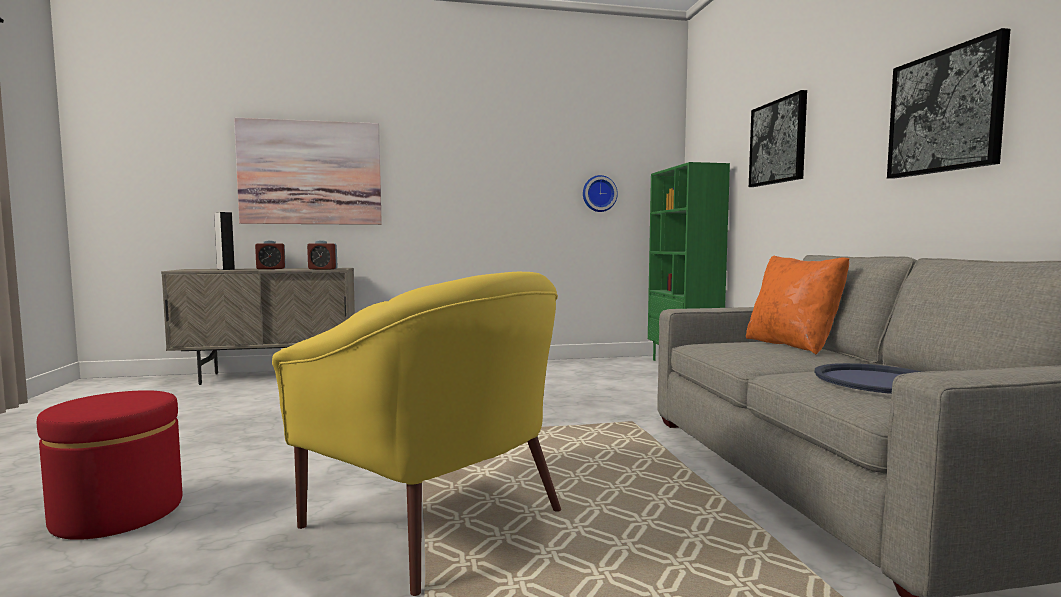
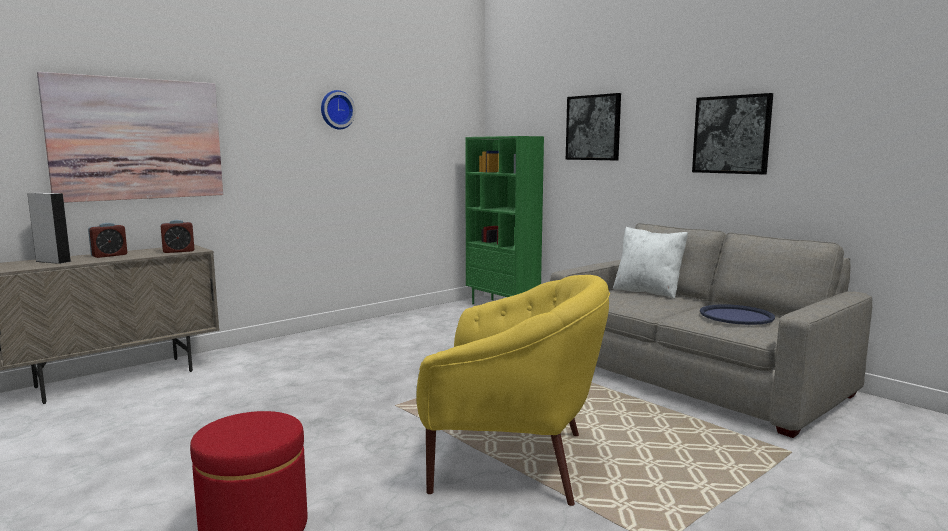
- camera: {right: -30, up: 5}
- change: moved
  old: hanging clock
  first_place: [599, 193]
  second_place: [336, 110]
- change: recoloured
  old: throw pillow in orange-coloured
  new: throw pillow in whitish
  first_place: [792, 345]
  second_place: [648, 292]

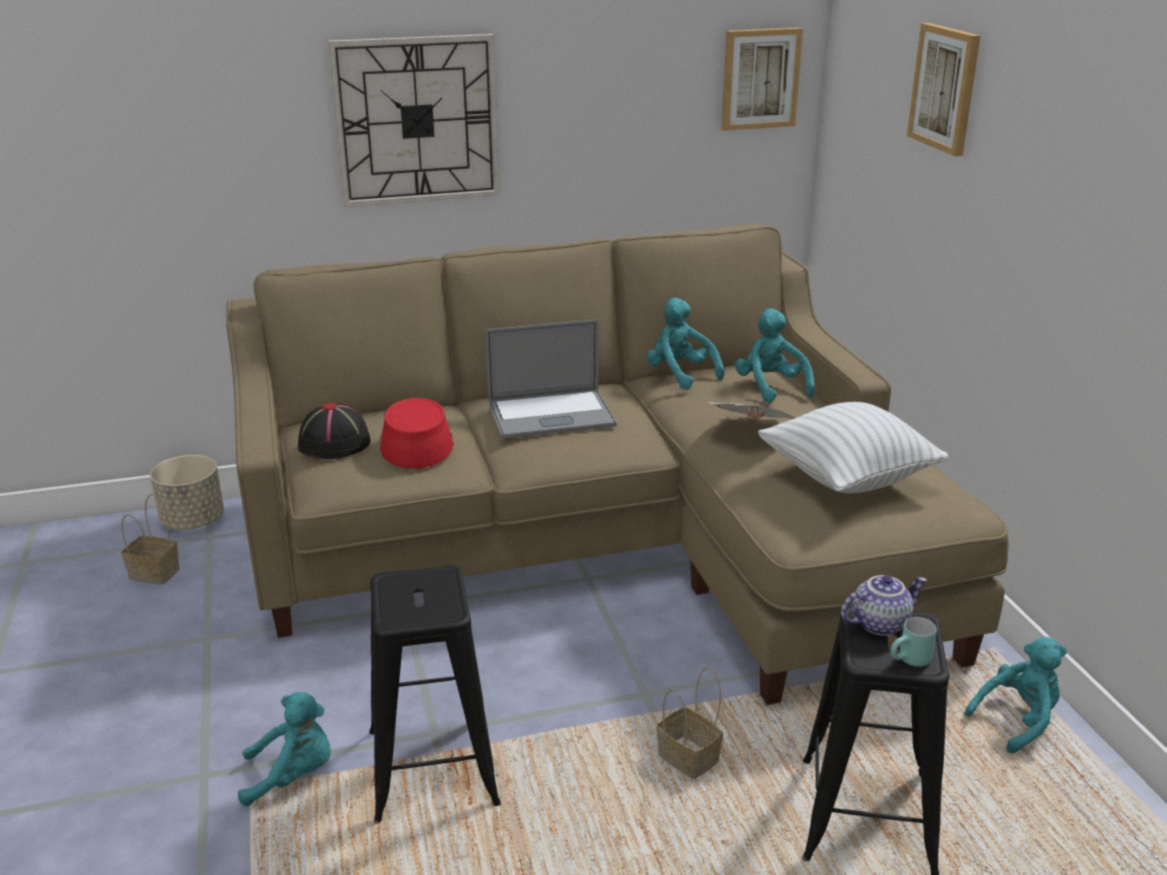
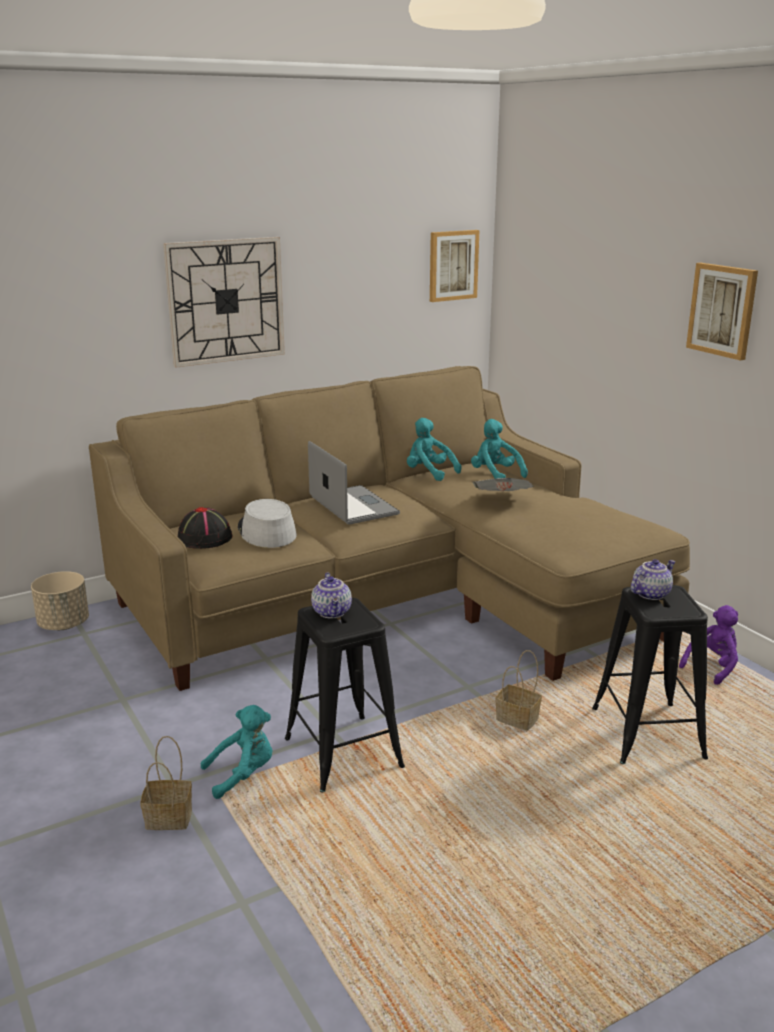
- camera: {right: -15, up: -5}
- change: moved
  old: wall art
  first_place: [945, 88]
  second_place: [722, 310]
- change: turned
  old: notebook computer
  first_place: [551, 415]
  second_place: [353, 505]
  degrees: -90
- change: recoloured
  old: wearable hat in red
  new: wearable hat in greyish
  first_place: [416, 442]
  second_place: [266, 532]
- change: removed
  old: throw pillow in whitish
  first_place: [847, 478]
- change: moved
  old: household basket
  first_place: [156, 573]
  second_place: [170, 817]
- change: removed
  old: mug in turquoise
  first_place: [910, 662]
- change: recoloured
  old: soft toy in turquoise
  new: soft toy in purple
  first_place: [1017, 721]
  second_place: [712, 666]
- change: added
  new: teapot
  second_place: [333, 612]

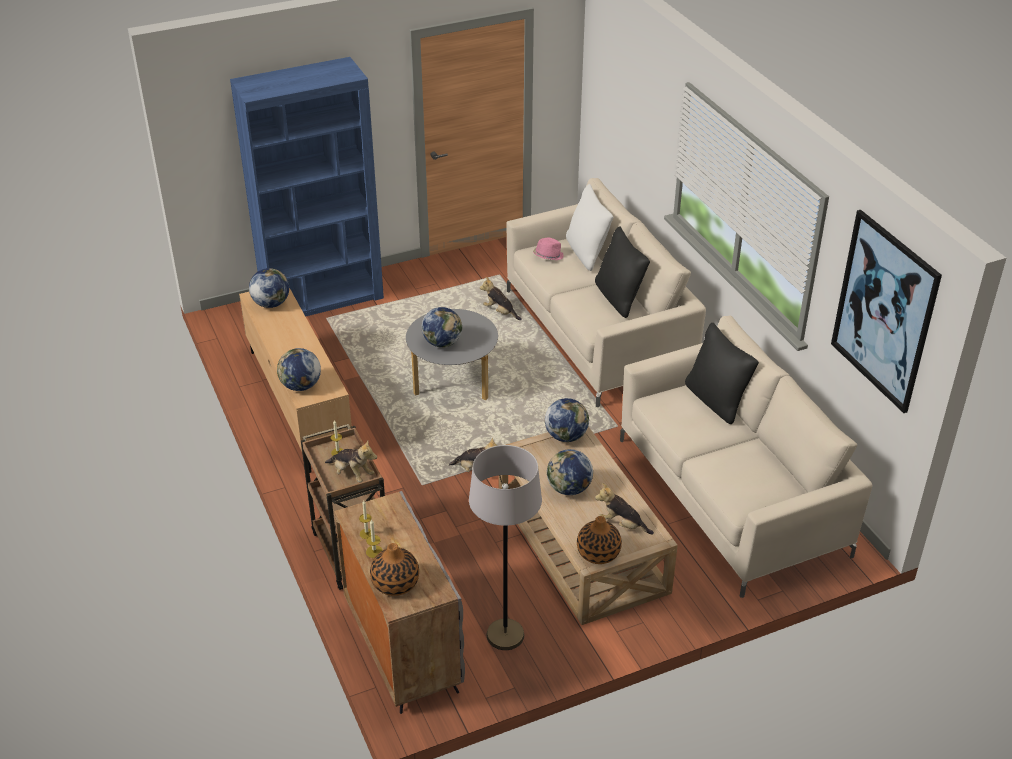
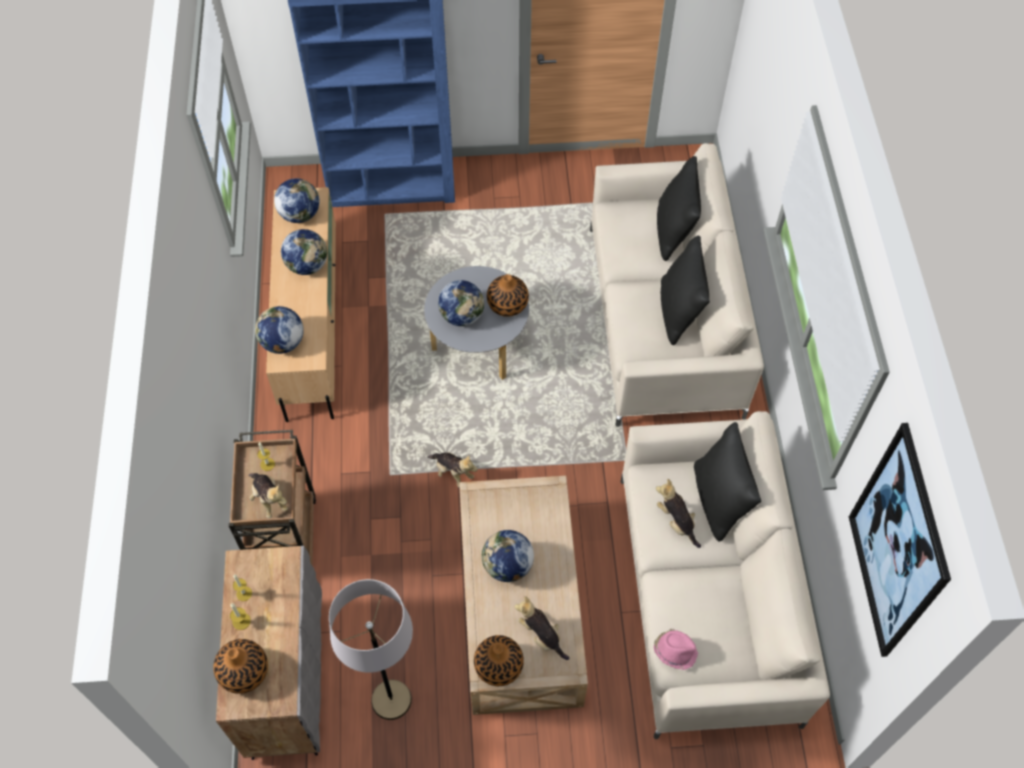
- camera: {right: 20, up: 20}
- change: recoloured
  old: throw pillow in whitish
  new: throw pillow in black-coloured
  first_place: [587, 253]
  second_place: [674, 232]
- change: moved
  old: wearable hat in pinkish
  first_place: [548, 256]
  second_place: [675, 650]
- change: moved
  old: soft toy
  first_place: [500, 312]
  second_place: [676, 521]
- change: moved
  old: globe
  first_place: [566, 436]
  second_place: [307, 265]
- change: added
  new: flower vase
  second_place: [507, 304]

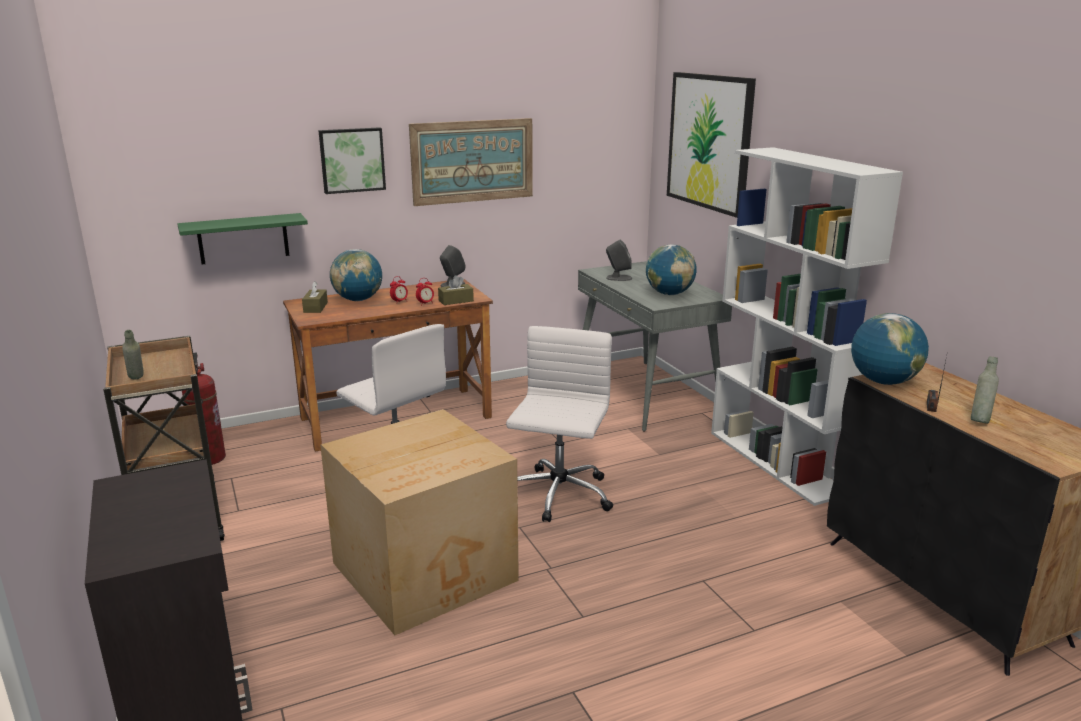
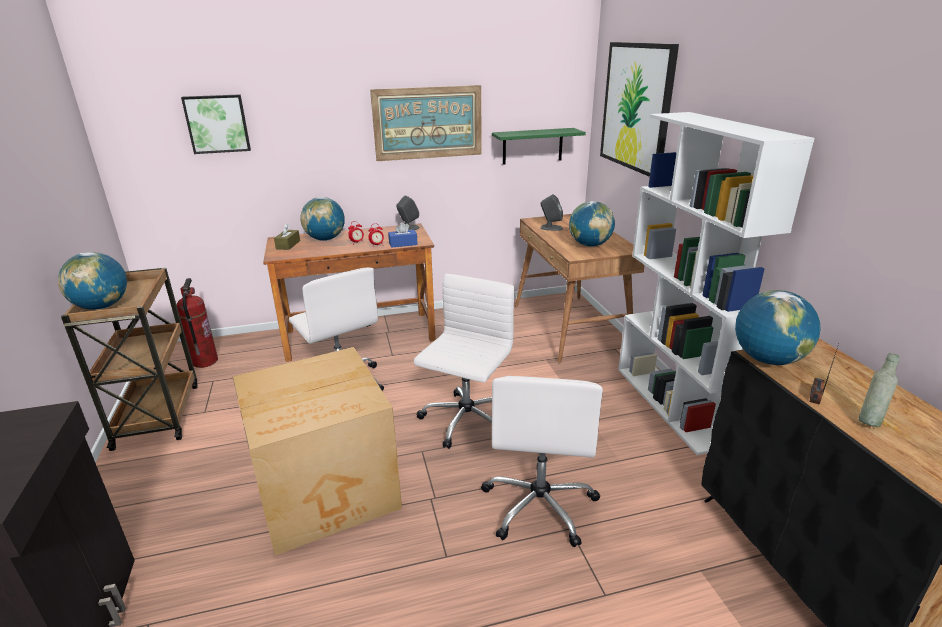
- camera: {right: 10, up: 5}
- change: moved
  old: wall art
  first_place: [352, 160]
  second_place: [217, 124]
- change: moved
  old: wall shelf in greenish
  first_place: [243, 238]
  second_place: [532, 146]
- change: recoloured
  old: desk table in greyish
  new: desk table in brownish
  first_place: [645, 394]
  second_place: [570, 328]
- change: recoloured
  old: tissue box in brownish
  new: tissue box in bluish
  first_place: [456, 301]
  second_place: [403, 244]
- change: replaced
  old: drink bottle in greyish
  new: globe
  first_place: [137, 380]
  second_place: [102, 307]
- change: added
  new: computer chair in whitish
  second_place: [539, 505]

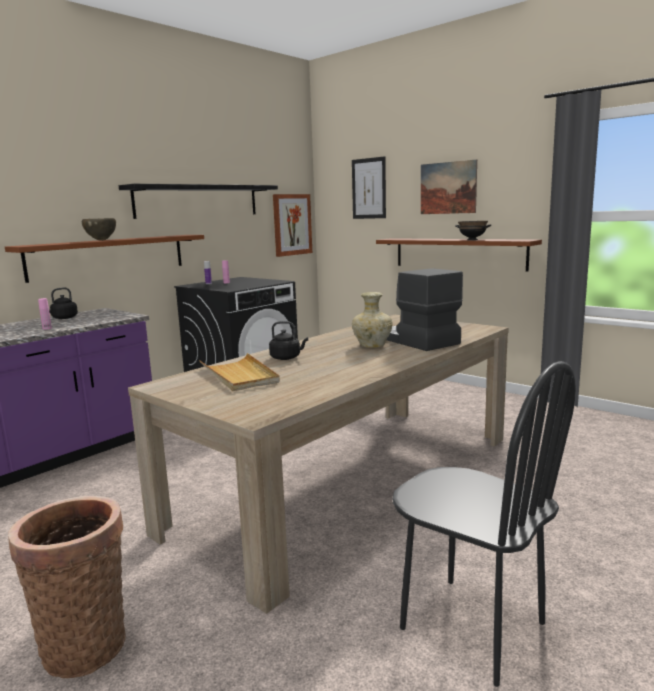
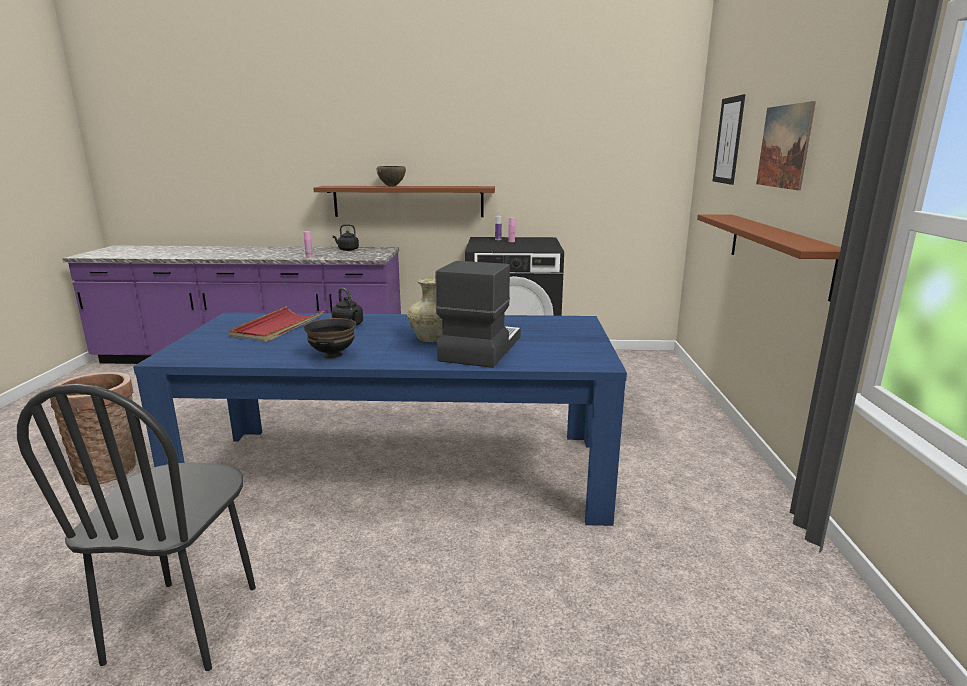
- camera: {right: 50, up: 5}
- change: removed
  old: wall shelf in black-coloured
  first_place: [198, 201]
- change: removed
  old: wall art
  first_place: [292, 224]
- change: moved
  old: bowl in black-coloured
  first_place: [472, 239]
  second_place: [333, 355]
- change: recoloured
  old: kitchen table in beige-coloured
  new: kitchen table in bluish
  first_place: [351, 481]
  second_place: [401, 472]
- change: recoloured
  old: serving tray in beige-coloured
  new: serving tray in red
  first_place: [239, 375]
  second_place: [278, 327]

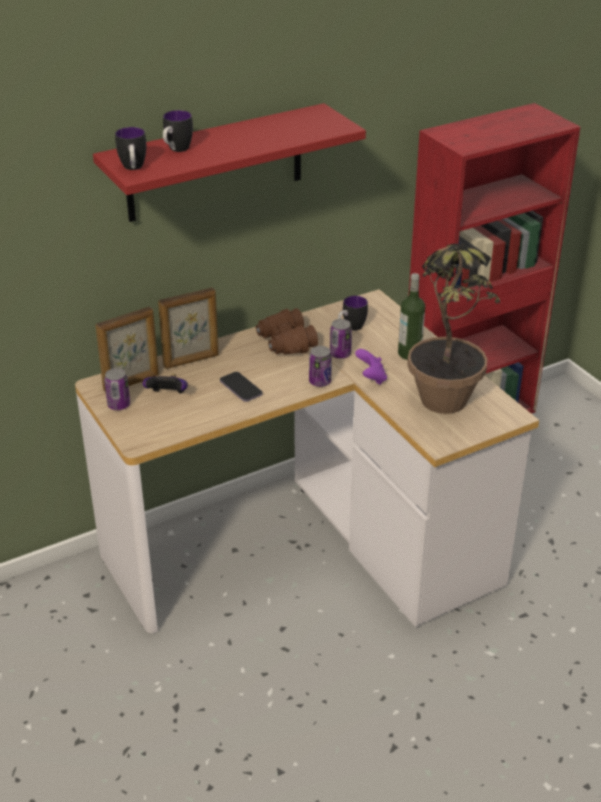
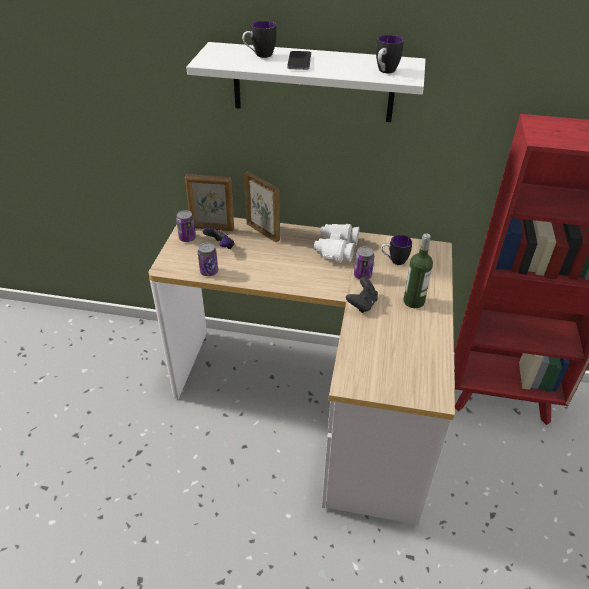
- camera: {right: 40, up: 5}
- change: recoloured
  old: wall shelf in red
  new: wall shelf in whitish
  first_place: [215, 163]
  second_place: [313, 83]
- change: moved
  old: mug
  first_place: [133, 168]
  second_place: [384, 72]
- change: removed
  old: houseplant
  first_place: [442, 411]
- change: turned
  old: standing frame
  first_place: [191, 361]
  second_place: [263, 232]
  degrees: -150
- change: recoloured
  old: binoculars in brownish
  new: binoculars in whitish
  first_place: [285, 343]
  second_place: [335, 249]
- change: moved
  old: can
  first_place: [320, 382]
  second_place: [209, 272]
- change: recoloured
  old: gamepad in purple
  new: gamepad in black-coloured
  first_place: [371, 378]
  second_place: [362, 304]
- change: moved
  old: telephone
  first_place: [241, 388]
  second_place: [299, 62]

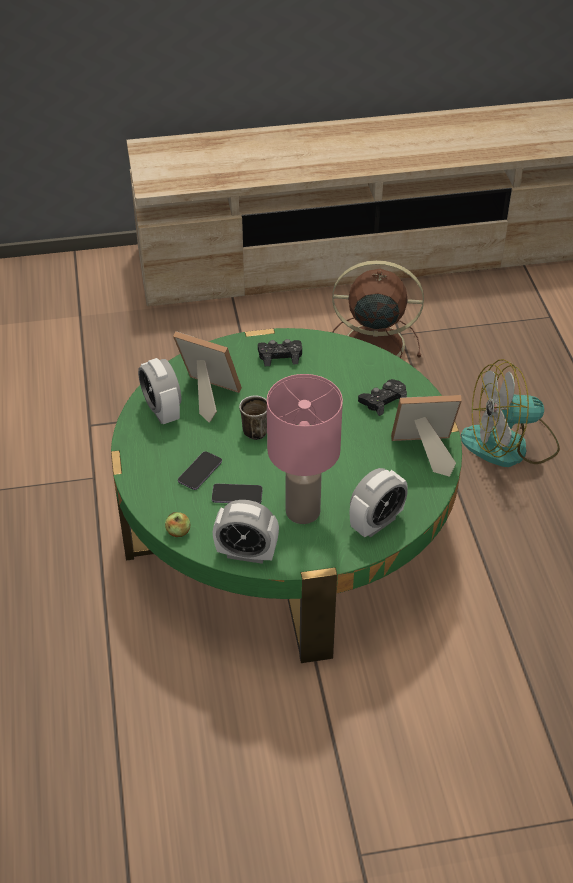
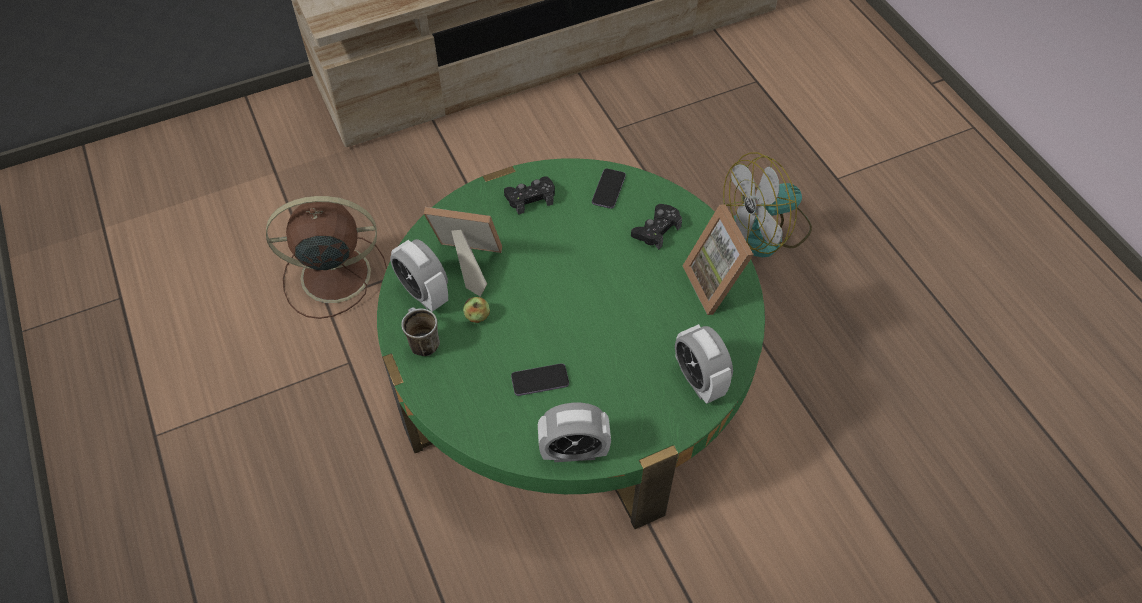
- camera: {right: -15, up: 10}
- change: moved
  old: electric fan in brownish
  first_place: [371, 343]
  second_place: [332, 275]
- change: removed
  old: table lamp in pinkish
  first_place: [302, 512]
- change: moved
  old: mug
  first_place: [253, 429]
  second_place: [421, 342]
- change: turned
  old: standing frame
  first_place: [423, 452]
  second_place: [718, 283]
  degrees: -90
- change: moved
  old: telephone
  first_place: [200, 472]
  second_place: [608, 189]
- change: turned
  old: table clock
  first_place: [376, 523]
  second_place: [698, 380]
  degrees: 120
- change: moved
  old: apple
  first_place: [178, 532]
  second_place: [477, 316]

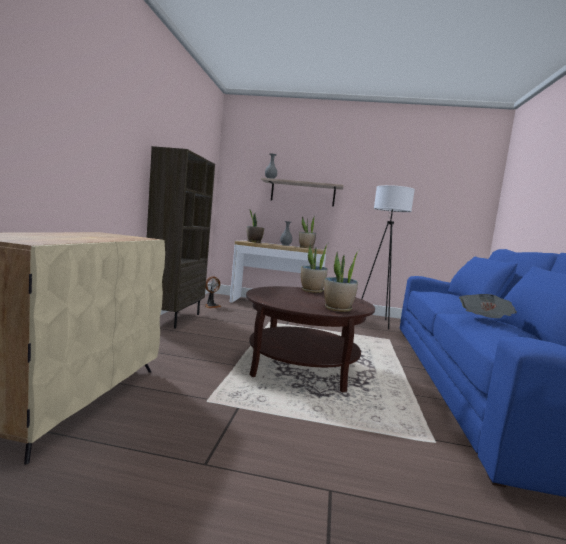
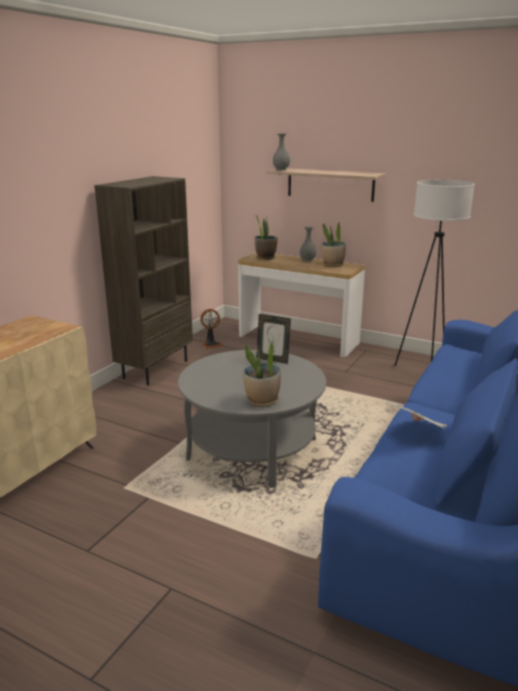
- camera: {right: 20, up: 15}
- change: replaced
  old: houseplant
  new: standing frame
  first_place: [312, 291]
  second_place: [273, 359]
- change: recoloured
  old: lounge table in brownish
  new: lounge table in greyish
  first_place: [302, 367]
  second_place: [252, 449]

